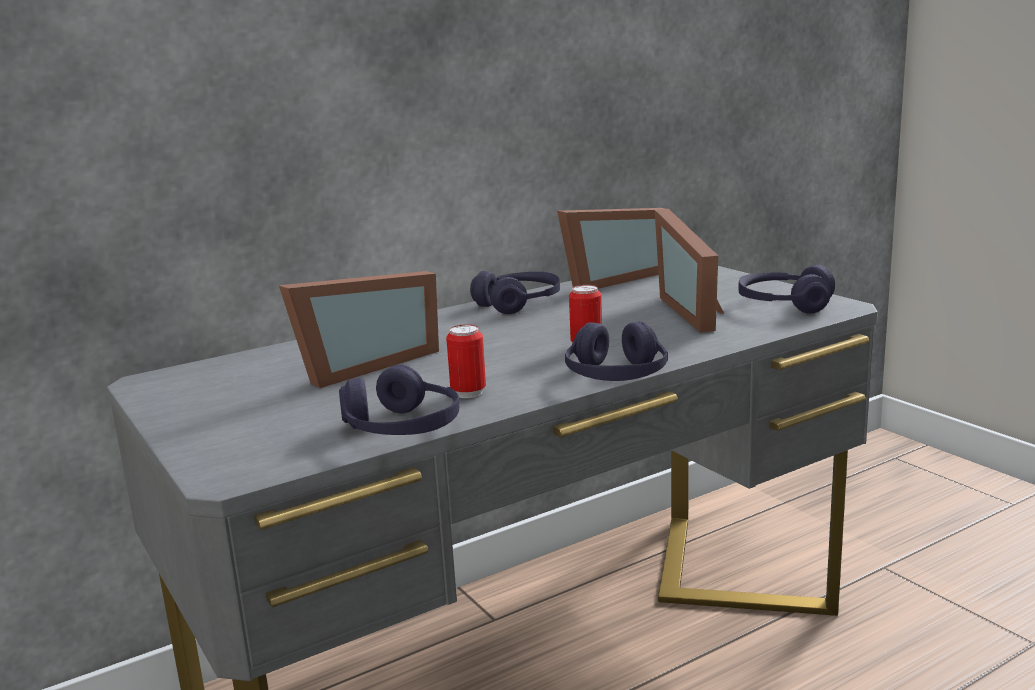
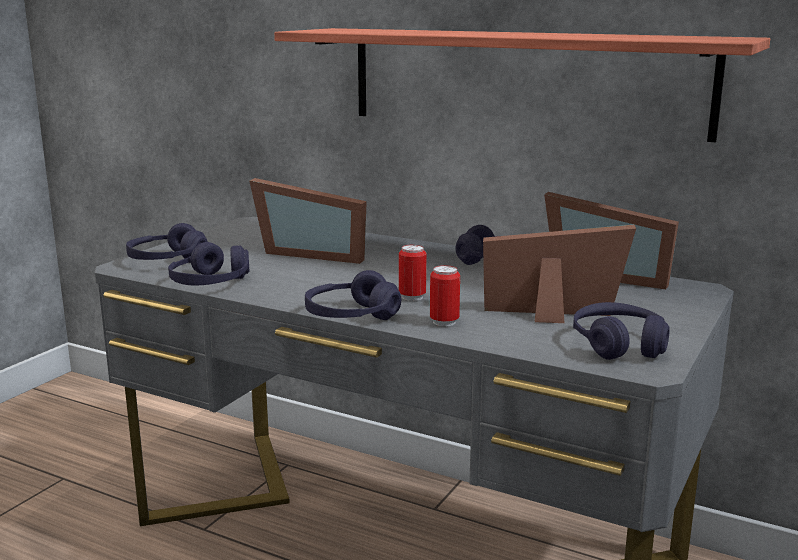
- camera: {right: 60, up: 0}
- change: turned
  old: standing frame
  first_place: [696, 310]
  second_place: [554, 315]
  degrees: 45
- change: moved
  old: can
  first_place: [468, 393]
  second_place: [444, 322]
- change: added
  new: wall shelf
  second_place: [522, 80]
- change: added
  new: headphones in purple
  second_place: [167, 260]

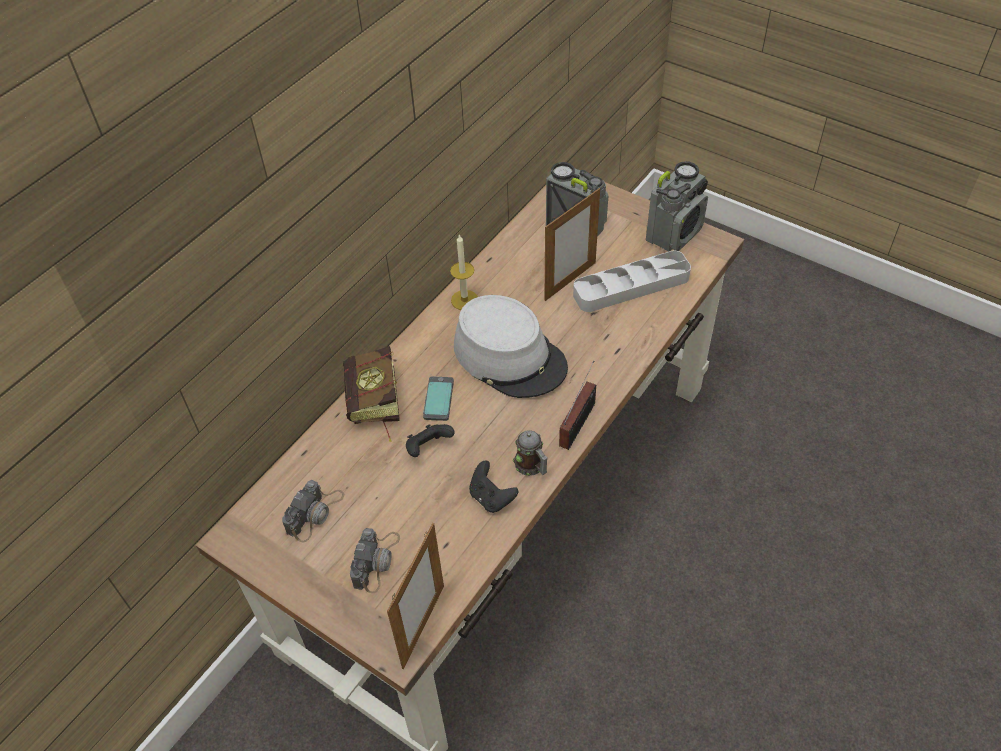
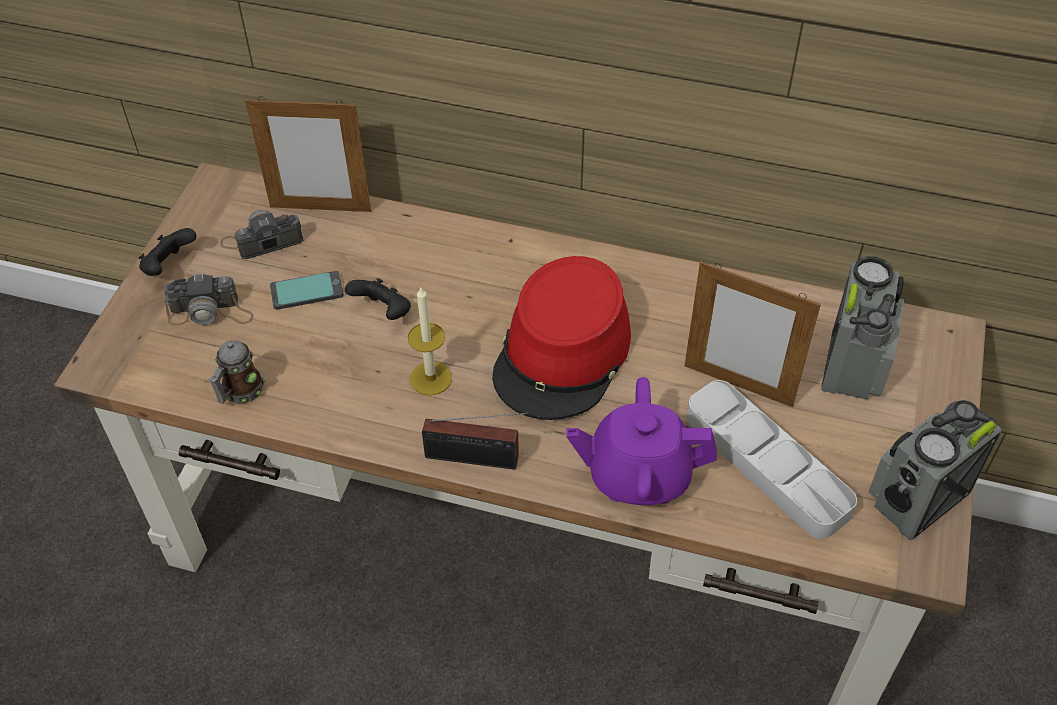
- camera: {right: 70, up: 0}
- change: turned
  old: radio receiver
  first_place: [674, 234]
  second_place: [916, 498]
  degrees: 120
- change: moved
  old: wax light
  first_place: [464, 300]
  second_place: [430, 378]
- change: recoloured
  old: wearable hat in greyish
  new: wearable hat in red
  first_place: [510, 356]
  second_place: [563, 353]
- change: removed
  old: volume
  first_place: [375, 408]
- change: moved
  old: telephone
  first_place: [438, 399]
  second_place: [307, 291]
- change: moved
  old: mug
  first_place: [532, 466]
  second_place: [239, 392]
- change: moved
  old: gamepad in black-coloured
  first_place: [491, 497]
  second_place: [169, 266]
- change: turned
  old: photo camera
  first_place: [315, 513]
  second_place: [262, 240]
  degrees: 150
- change: moved
  old: standing frame
  first_place: [423, 626]
  second_place: [320, 208]
- change: added
  new: teapot in purple
  second_place: [638, 475]

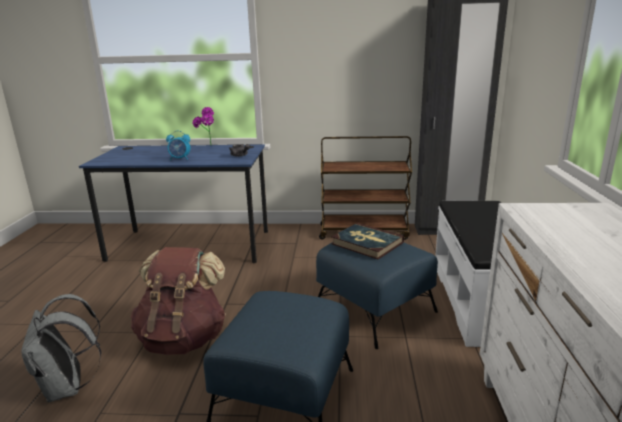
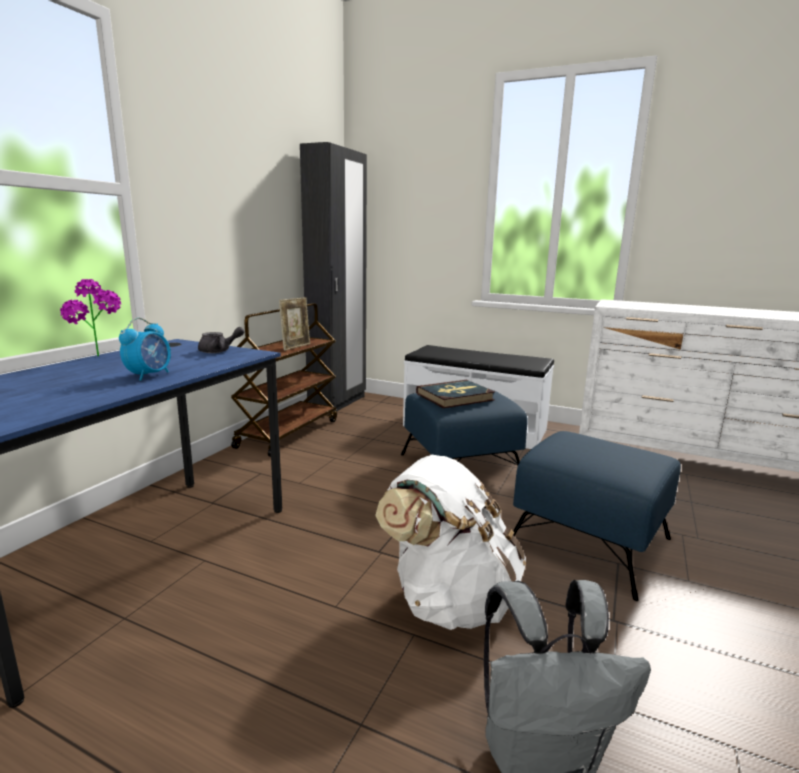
- camera: {right: -70, up: -5}
- change: recoloured
  old: backpack in brownish
  new: backpack in whitish
  first_place: [184, 338]
  second_place: [449, 600]
- change: added
  new: standing frame
  second_place: [296, 347]

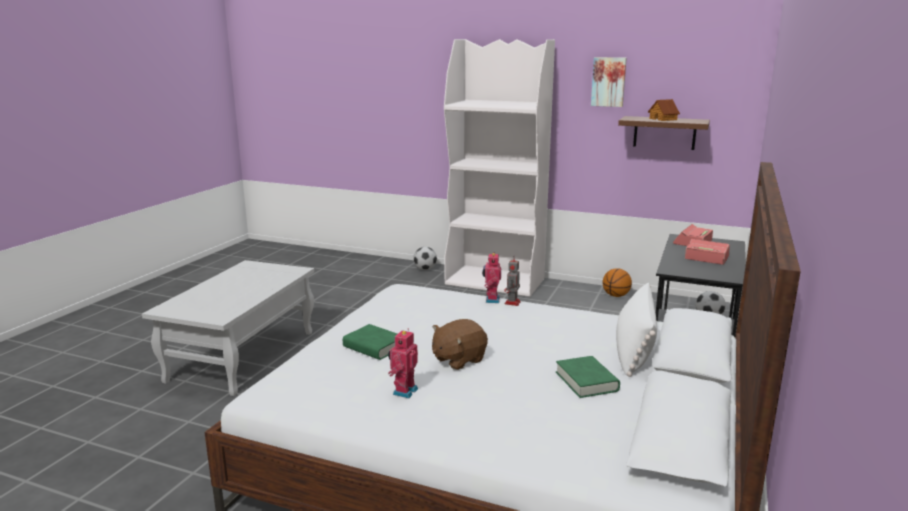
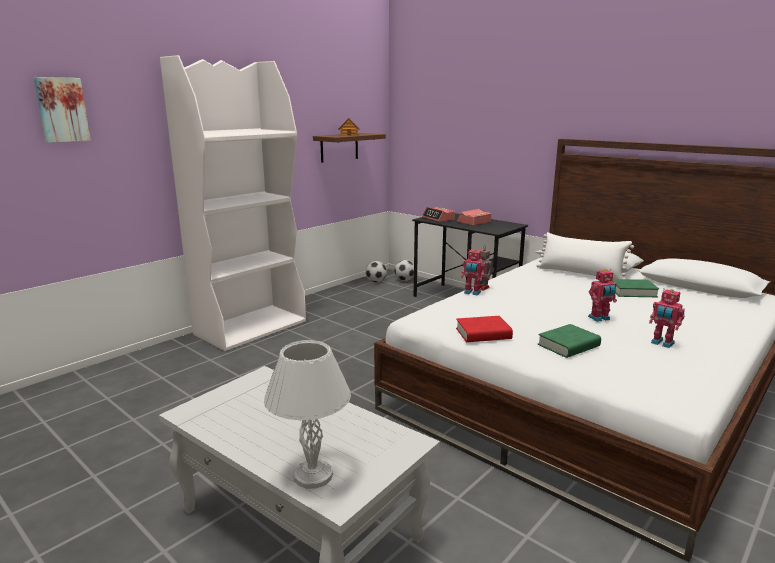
- camera: {right: -70, up: 0}
- change: moved
  old: wall art
  first_place: [608, 82]
  second_place: [62, 110]
- change: moved
  old: ball for football
  first_place: [425, 269]
  second_place: [376, 281]
- change: removed
  old: basketball
  first_place: [616, 295]
- change: replaced
  old: soft toy in brownish
  new: toy robot
  first_place: [458, 359]
  second_place: [600, 318]
- change: added
  new: volume in red
  second_place: [483, 334]
- change: added
  new: table lamp in whitish
  second_place: [311, 475]

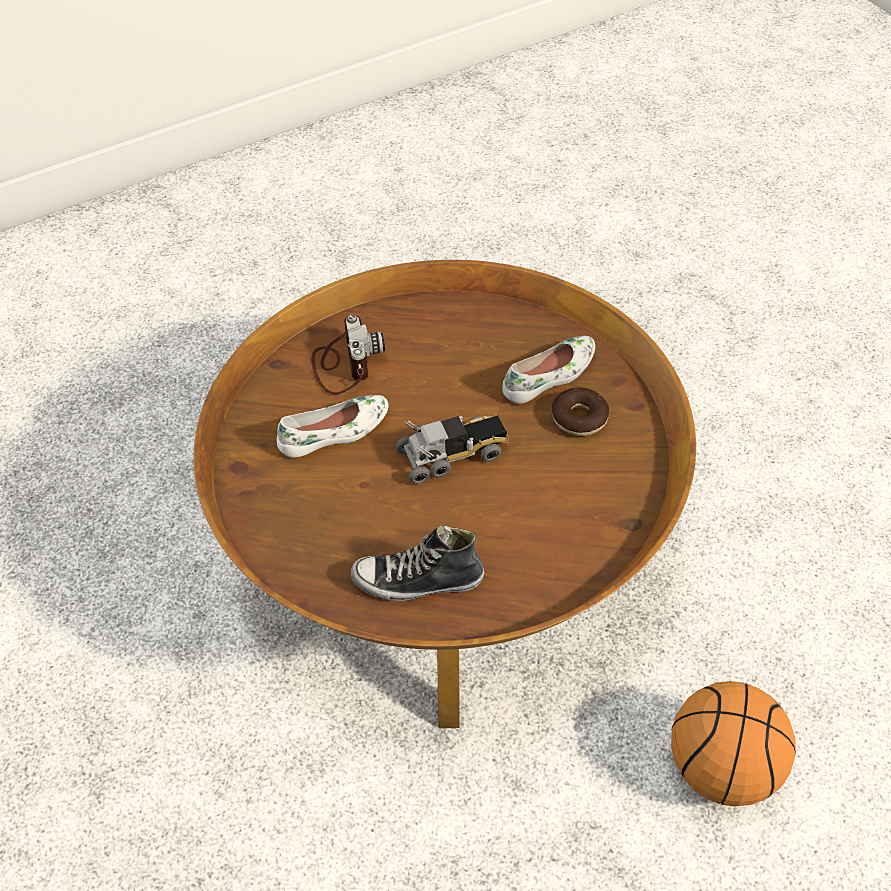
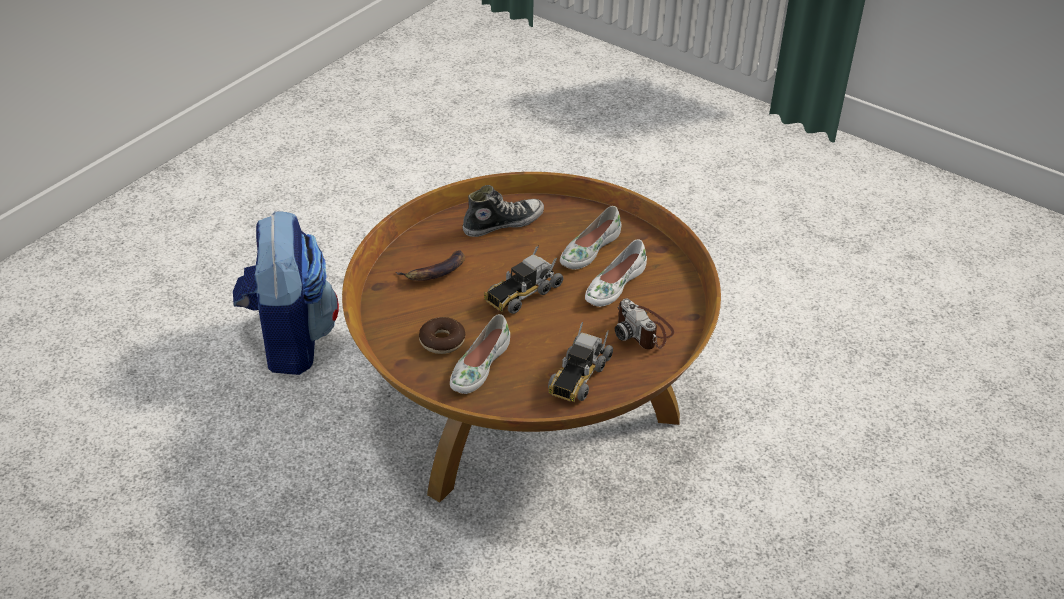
- camera: {right: 155, up: -10}
- change: replaced
  old: basketball
  new: backpack
  first_place: [722, 769]
  second_place: [289, 340]
- change: added
  new: item of footwear in whitish
  second_place: [588, 249]
- change: added
  new: banana fruit
  second_place: [435, 272]
- change: added
  new: toy truck
  second_place: [578, 376]

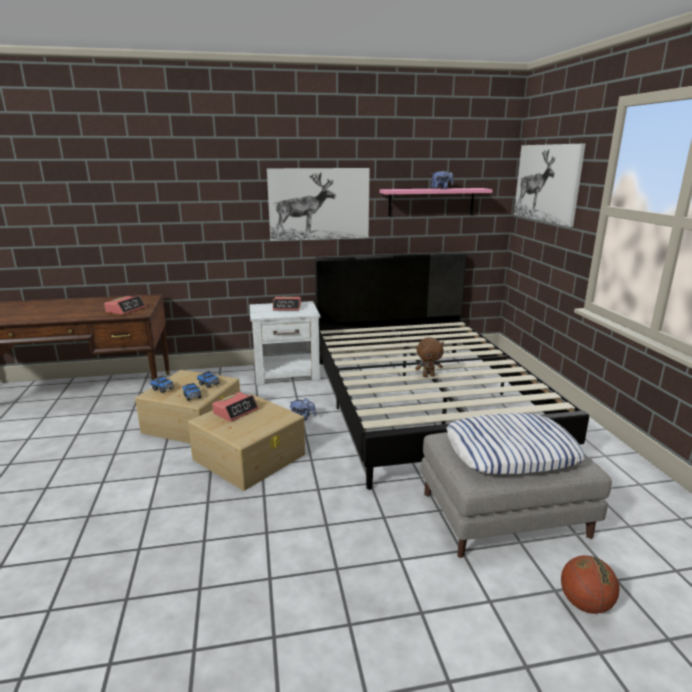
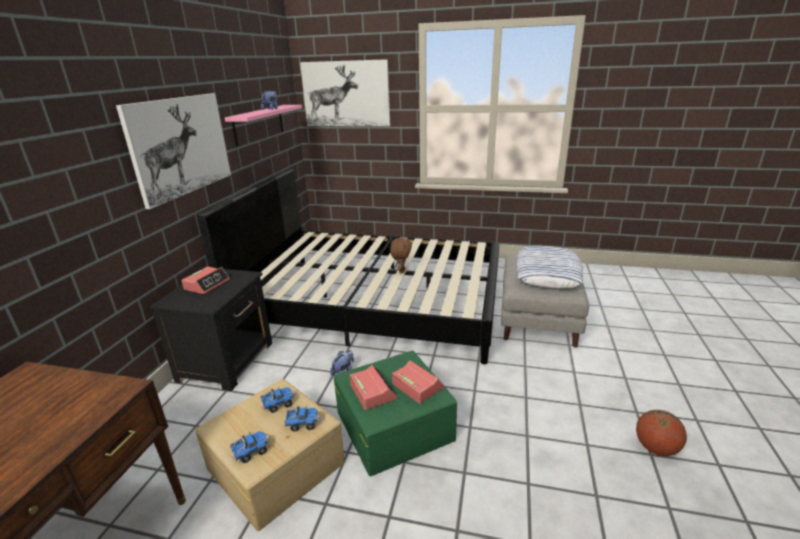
- camera: {right: -65, up: 5}
- change: moved
  old: table clock
  first_place: [126, 310]
  second_place: [417, 386]
- change: recoloured
  old: nightstand in whitish
  new: nightstand in black-coloured
  first_place: [287, 373]
  second_place: [228, 361]
- change: recoloured
  old: storage container in beige-coloured
  new: storage container in greenish
  first_place: [250, 456]
  second_place: [394, 424]
- change: moved
  old: basketball
  first_place: [585, 604]
  second_place: [655, 448]

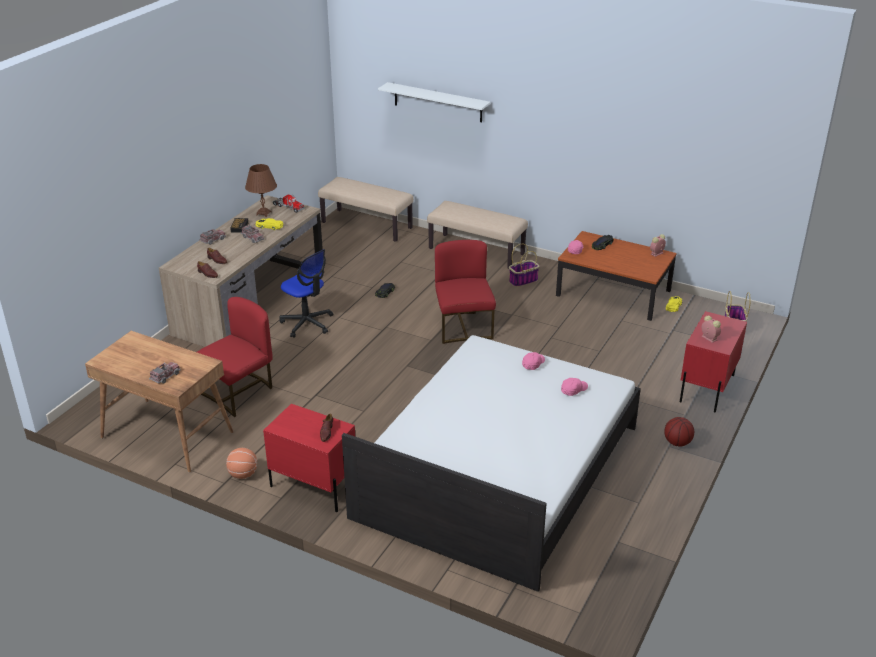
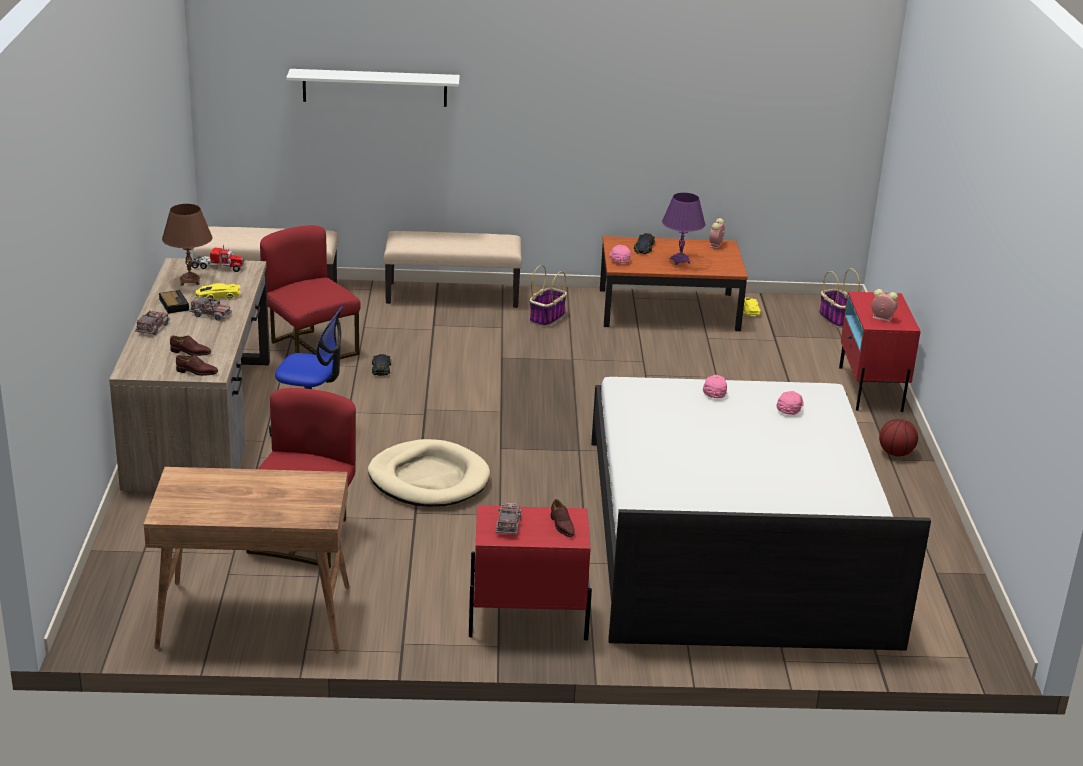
- camera: {right: -30, up: -5}
- change: moved
  old: plain chair in red
  first_place: [463, 327]
  second_place: [310, 349]
- change: moved
  old: toy truck
  first_place: [165, 376]
  second_place: [508, 525]
- change: removed
  old: basketball
  first_place: [243, 474]
- change: added
  new: table lamp in purple
  second_place: [680, 261]
- change: added
  new: dog cushion in beige-coloured
  second_place: [429, 479]

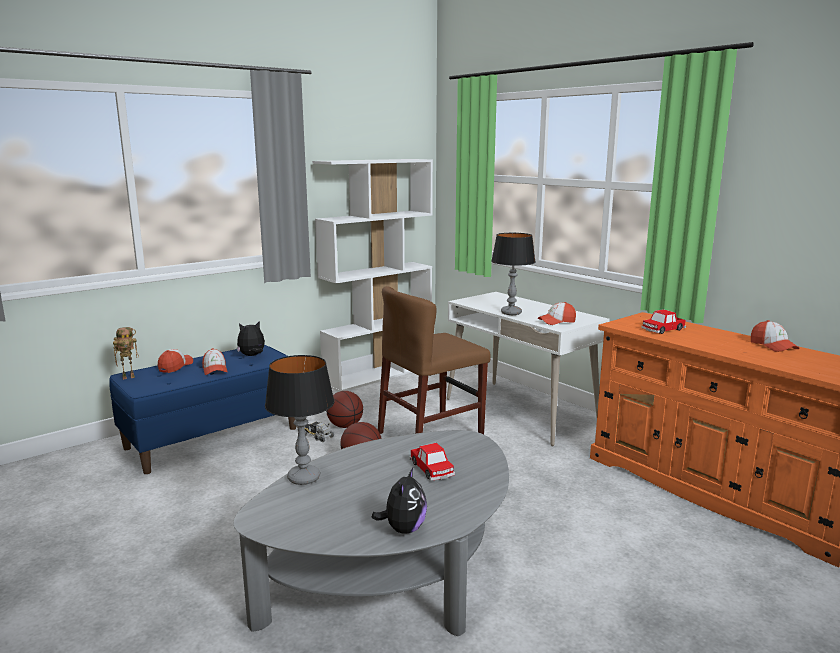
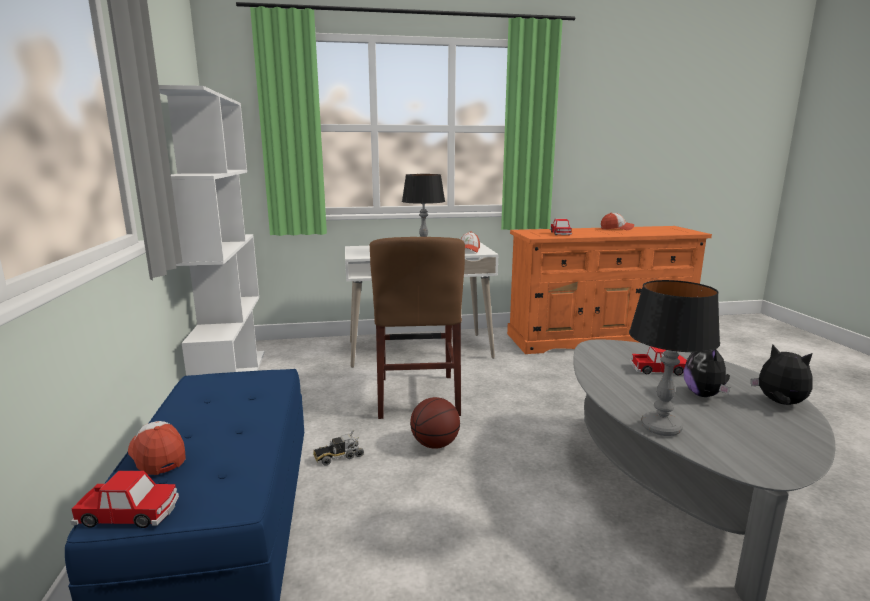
- camera: {right: -60, up: 0}
- change: moved
  old: soft toy
  first_place: [252, 356]
  second_place: [704, 395]
- change: replaced
  old: toy robot
  new: toy car
  first_place: [129, 377]
  second_place: [129, 513]
- change: removed
  old: baseball cap
  first_place: [215, 369]
- change: removed
  old: basketball
  first_place: [345, 426]

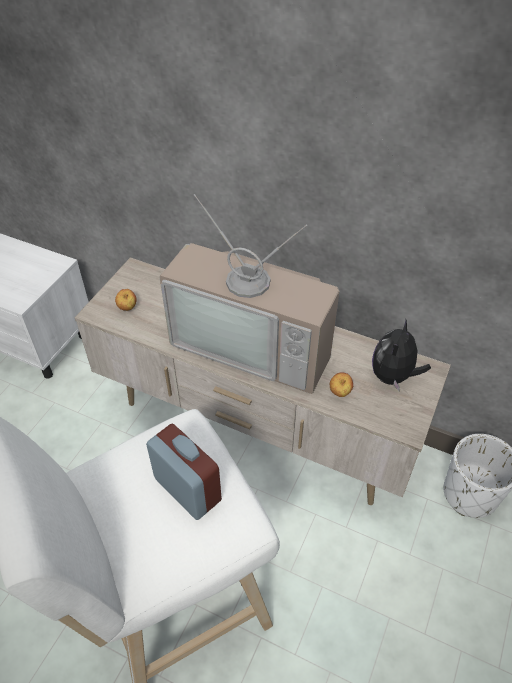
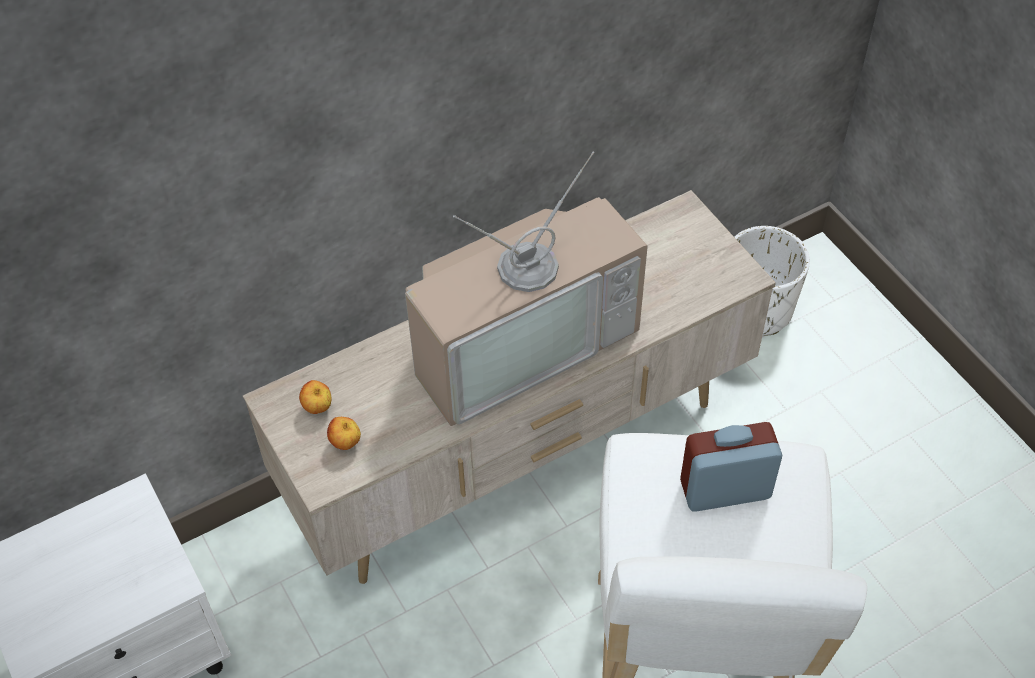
- camera: {right: -55, up: 5}
- change: removed
  old: soft toy
  first_place: [393, 376]
- change: moved
  old: apple
  first_place: [340, 392]
  second_place: [318, 407]

